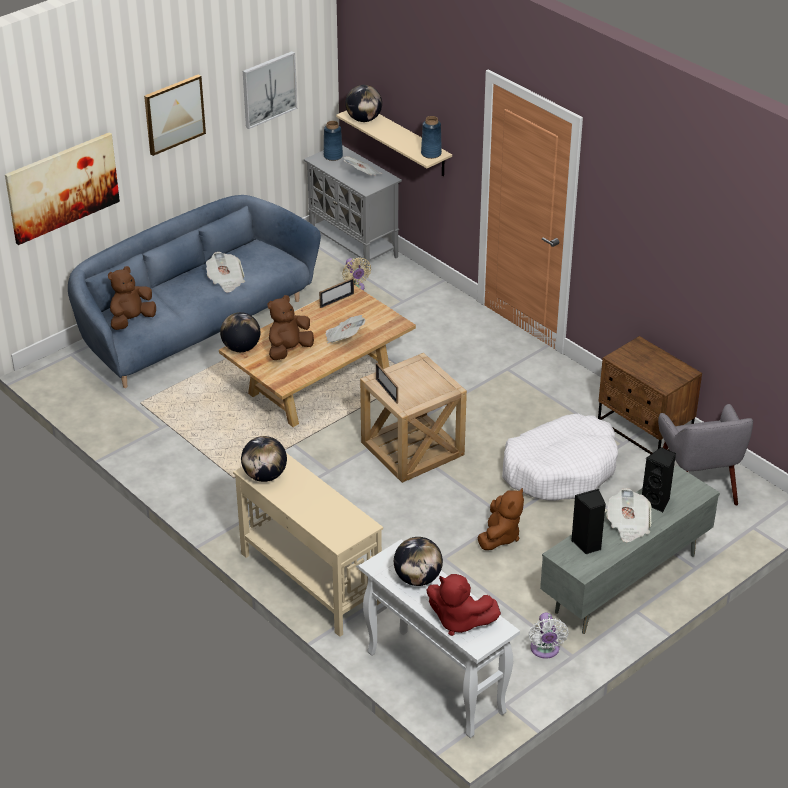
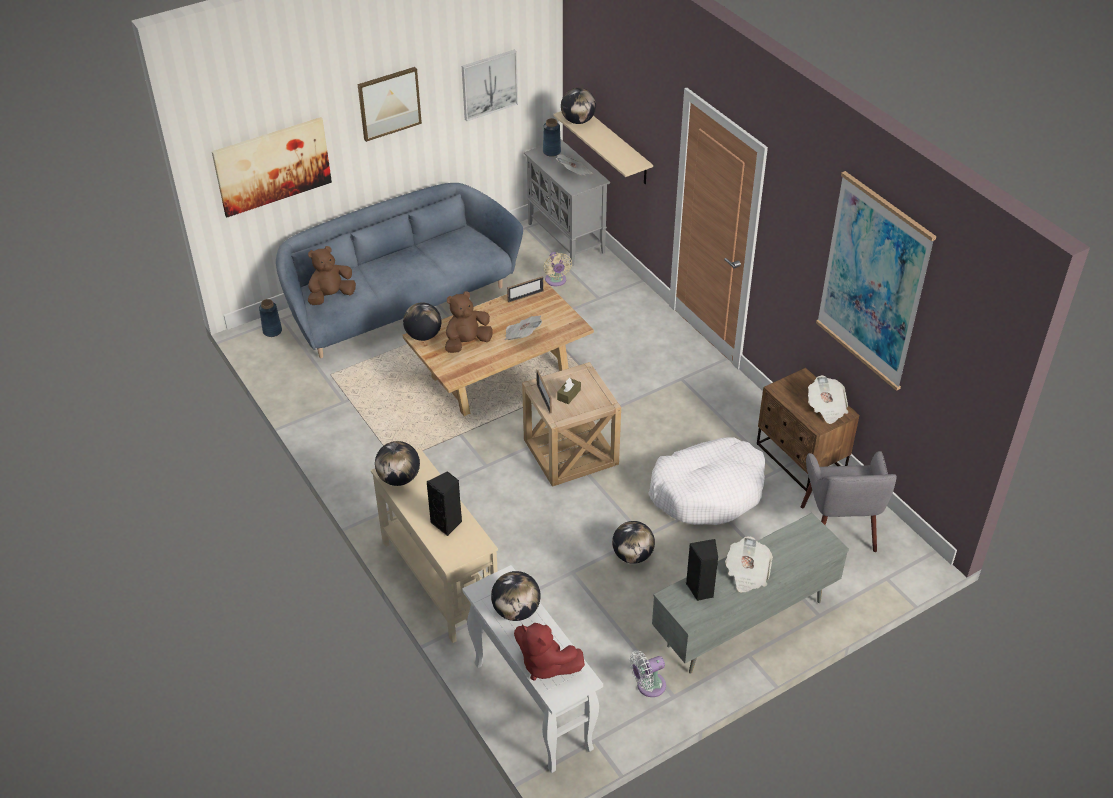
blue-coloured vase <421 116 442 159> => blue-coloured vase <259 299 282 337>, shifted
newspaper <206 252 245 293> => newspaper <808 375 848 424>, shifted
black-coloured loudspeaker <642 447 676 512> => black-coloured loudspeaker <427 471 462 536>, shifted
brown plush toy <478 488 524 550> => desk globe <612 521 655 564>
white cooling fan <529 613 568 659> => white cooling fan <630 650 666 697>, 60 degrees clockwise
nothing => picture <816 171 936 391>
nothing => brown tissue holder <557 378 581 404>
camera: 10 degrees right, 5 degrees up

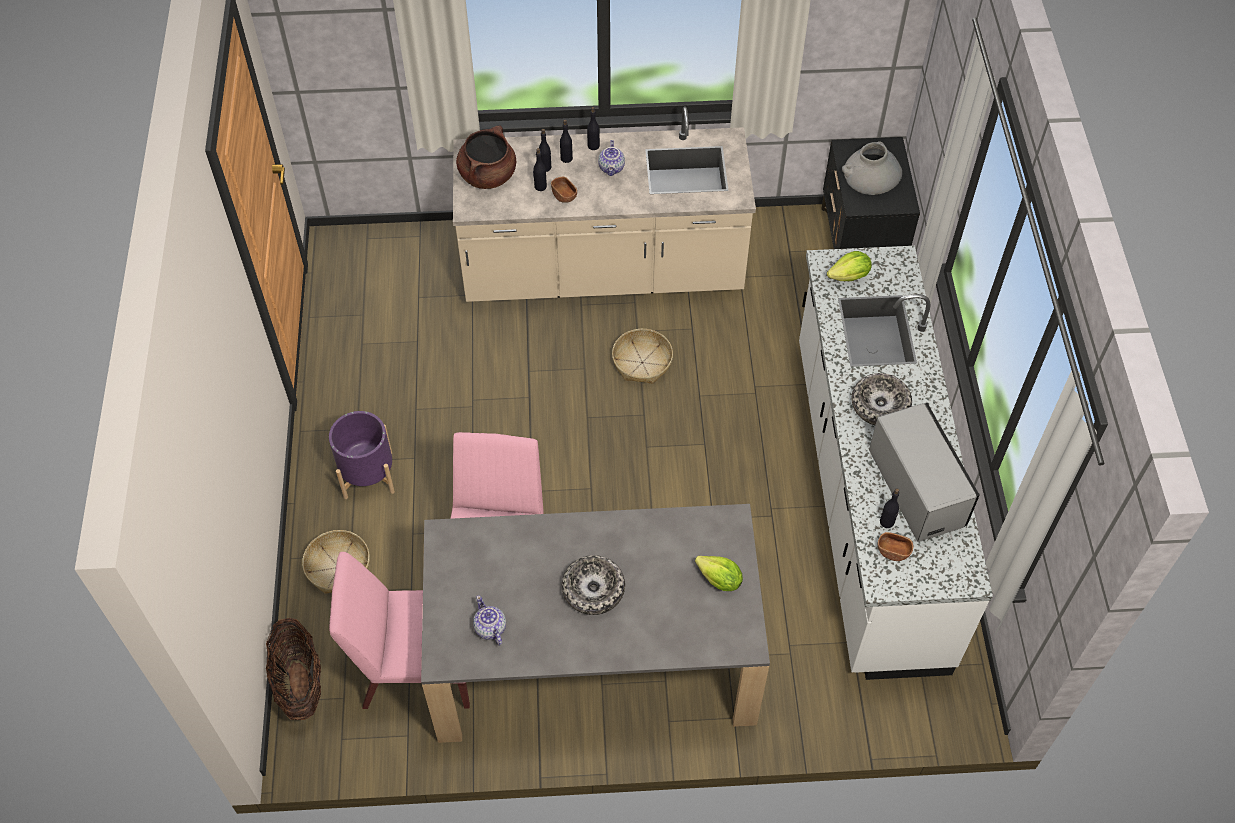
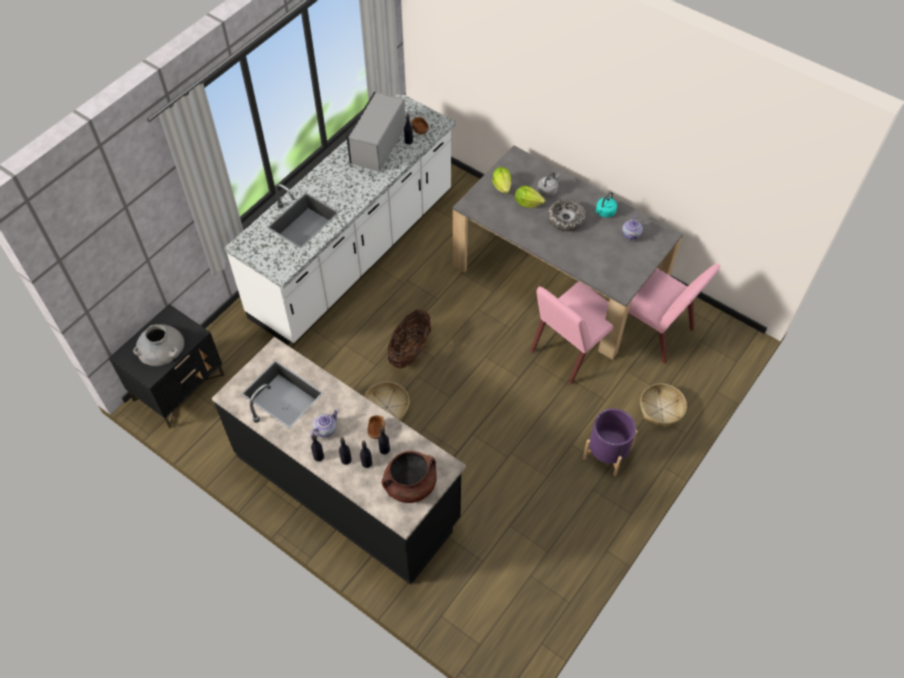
beige counter <453 107 756 302> => black-coloured counter <212 337 466 585>
lettuce head <827 251 872 281> => lettuce head <515 185 546 208>, shifted
deep dish <852 373 912 425> => nothing
storage basket <266 618 321 720> => storage basket <388 309 431 368>, shifted
nothing => greyish tea kettle <538 172 560 197>
nothing => blue-green tea kettle <596 192 617 218>
camera: 140 degrees left, 0 degrees up

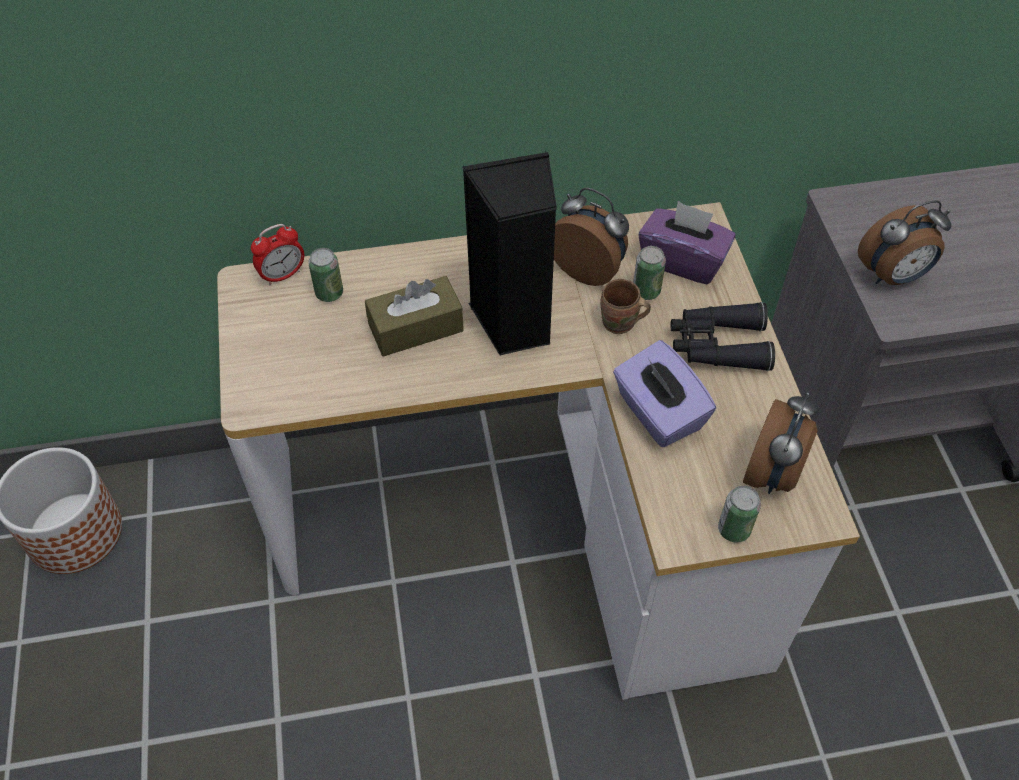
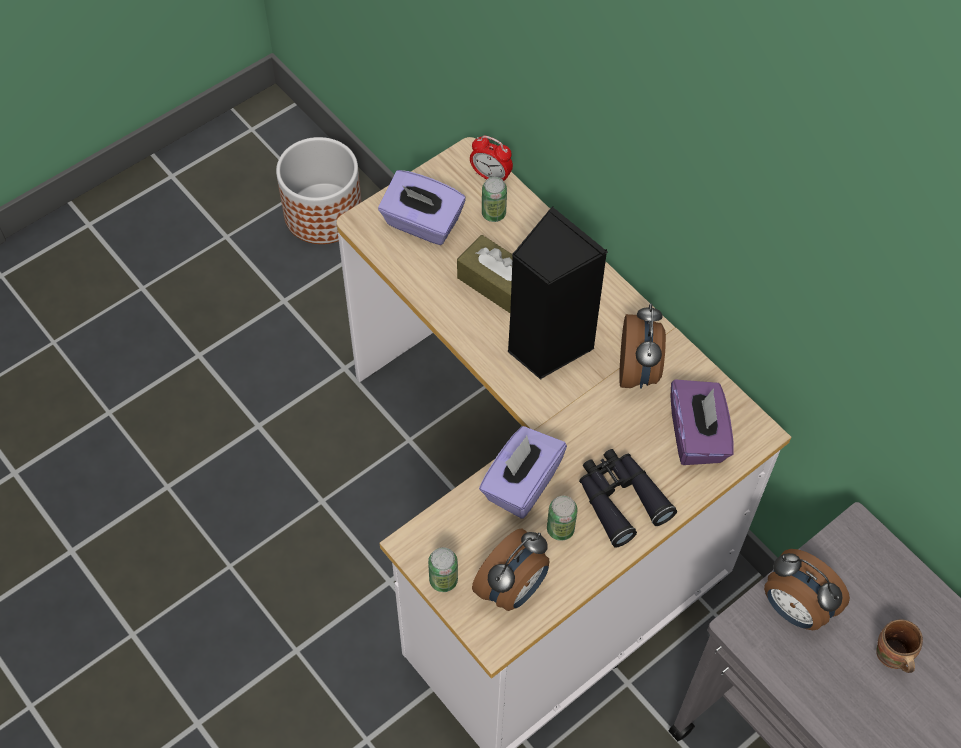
can <633 246 666 300> => can <547 496 578 541>, shifted
brown tea mug <600 279 651 334> => brown tea mug <876 619 923 673>, shifted
bedside clock <743 392 819 494> => bedside clock <472 528 550 611>, 45 degrees counterclockwise
nothing => purplish tissue holder <378 170 466 245>
camera: 60 degrees right, 5 degrees up

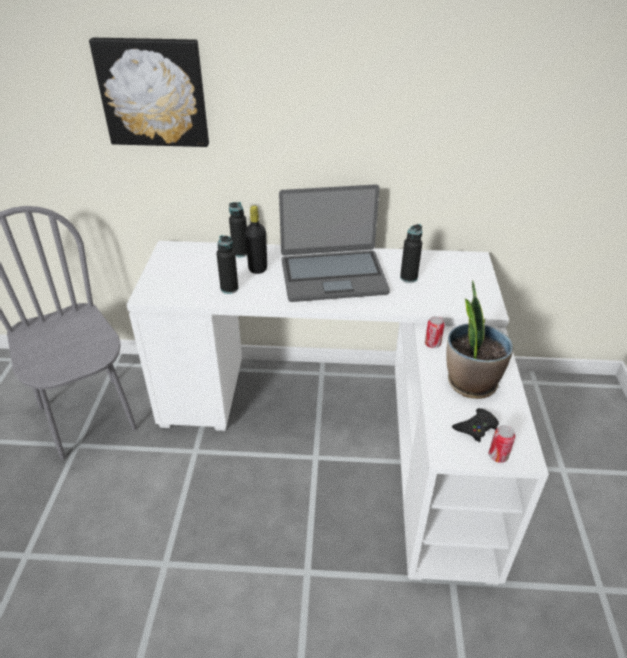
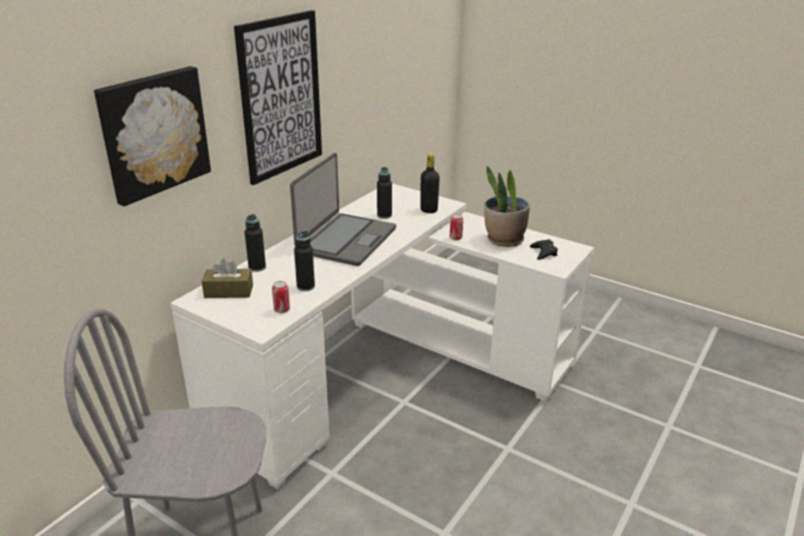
black-coloured drink bottle <245 206 267 274> => black-coloured drink bottle <420 154 440 213>, shifted
can <489 425 515 463> => can <272 281 290 313>, shifted
nothing => picture <234 10 322 185>
nothing => brown tissue holder <201 259 253 298>
camera: 60 degrees left, 10 degrees down

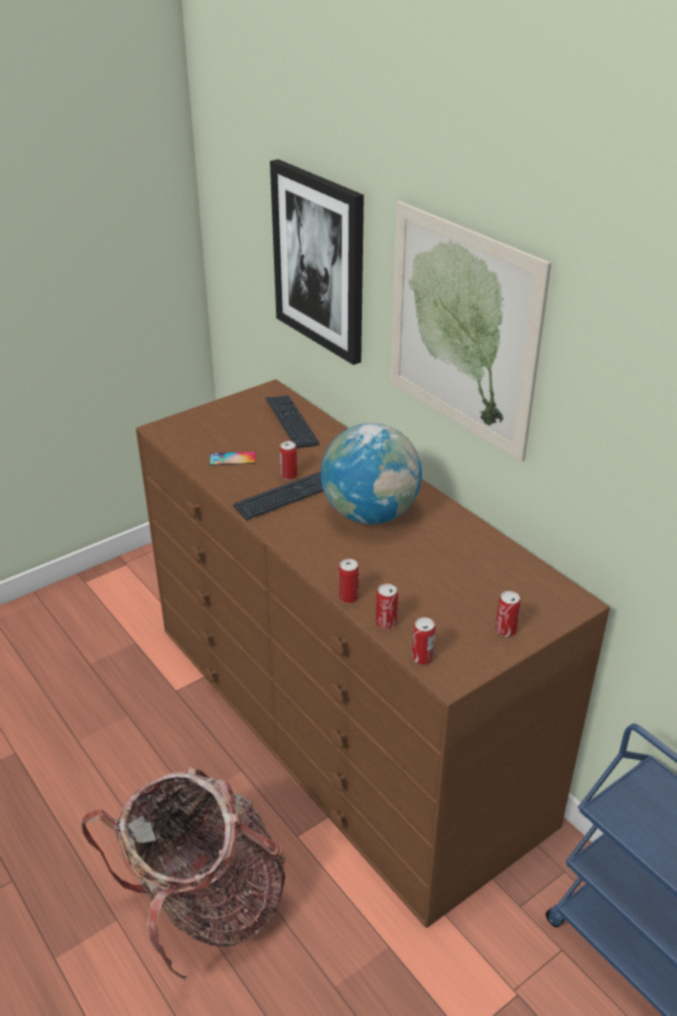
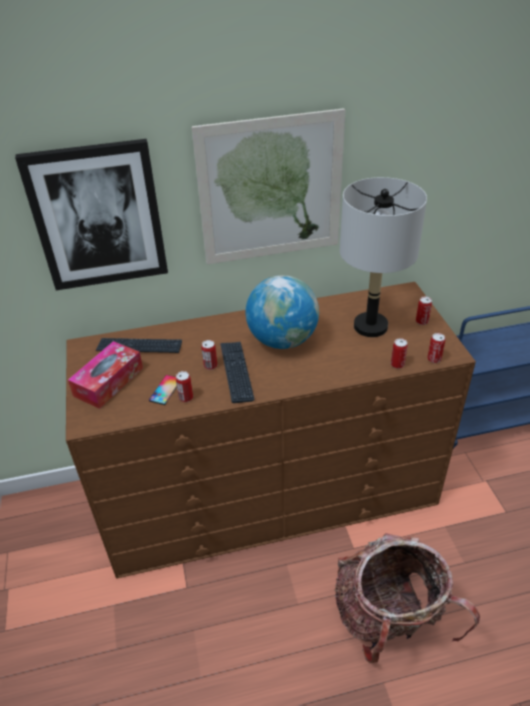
can <338 559 359 604> => can <176 371 193 402>, shifted
nothing => greyish lamp for a table <340 177 427 337>
nothing => tissue holder <68 341 143 409>
camera: 65 degrees left, 5 degrees up

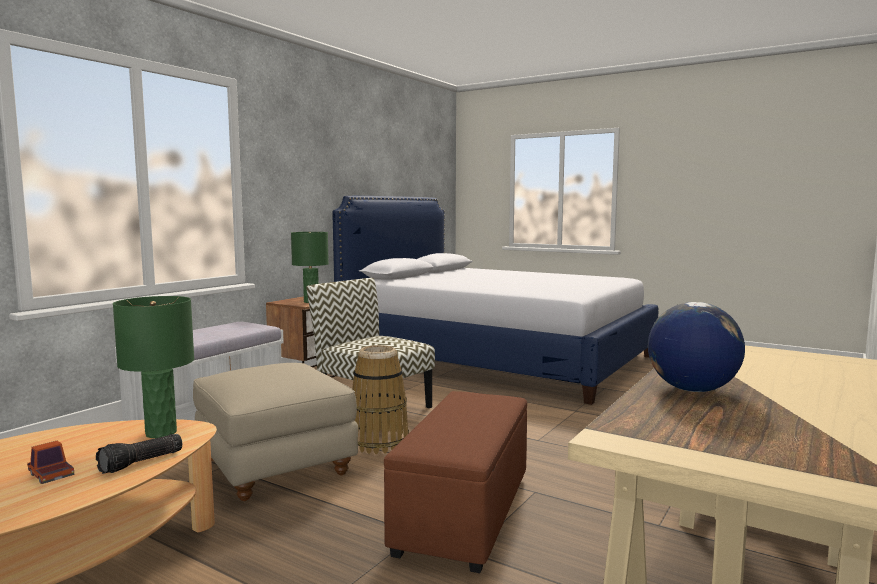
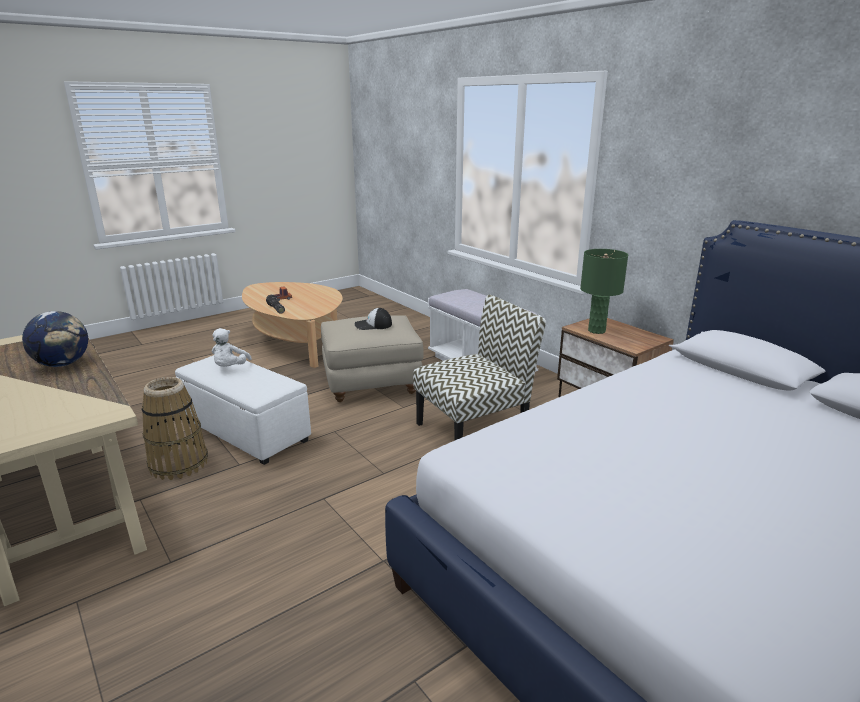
green lamp for a table <113 296 194 438> => nothing
storage basket <352 345 409 454> => storage basket <142 377 208 480>, shifted
brown pouffe <384 391 527 573> => white pouffe <175 355 311 465>
nothing => cap <355 308 392 330>
nothing => white plush toy <212 328 252 367>
camera: 110 degrees right, 15 degrees up

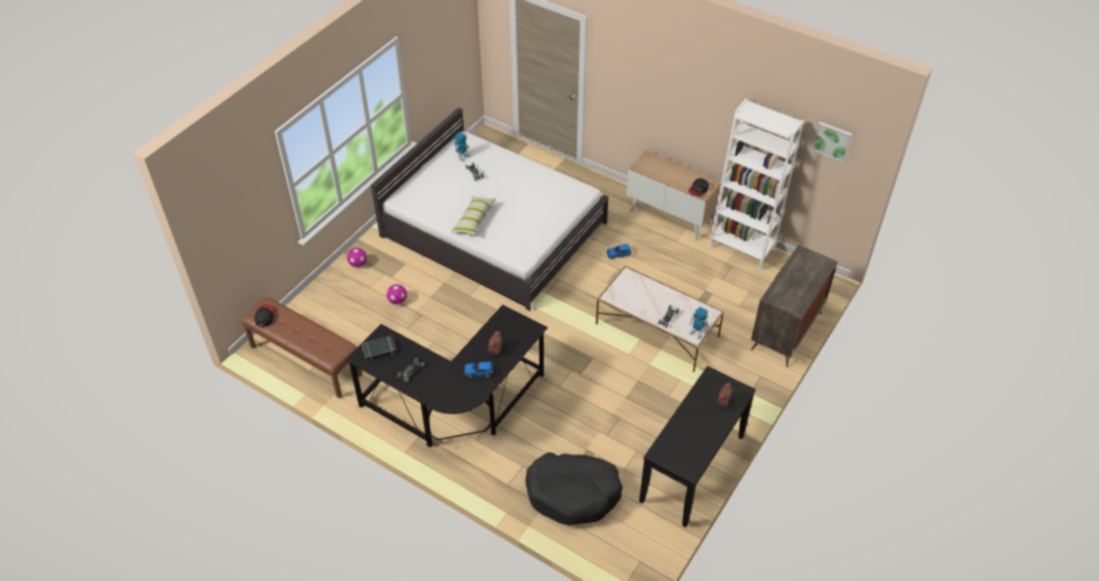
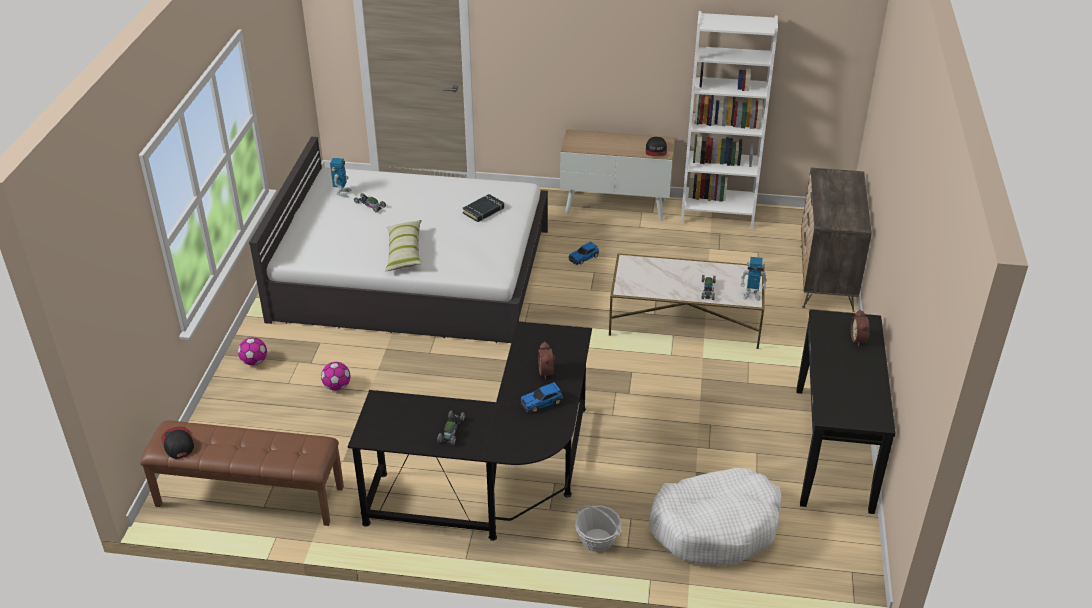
picture <812 122 852 162> => nothing
black-coloured volume <361 335 397 361> => black-coloured volume <463 194 504 222>, shifted
black-coloured pet bed <525 452 623 525> => white pet bed <648 468 781 566>
nothing => storage basket <575 505 622 552>
camera: 25 degrees left, 10 degrees down

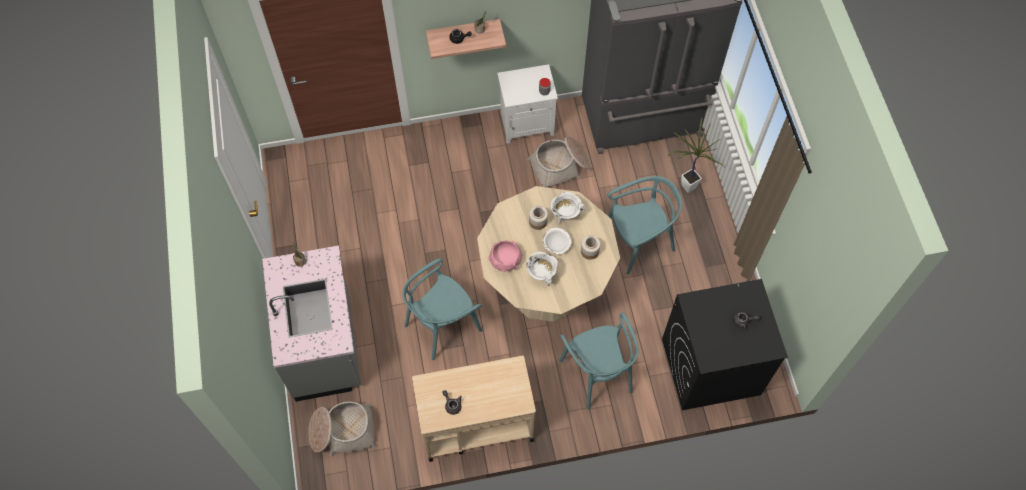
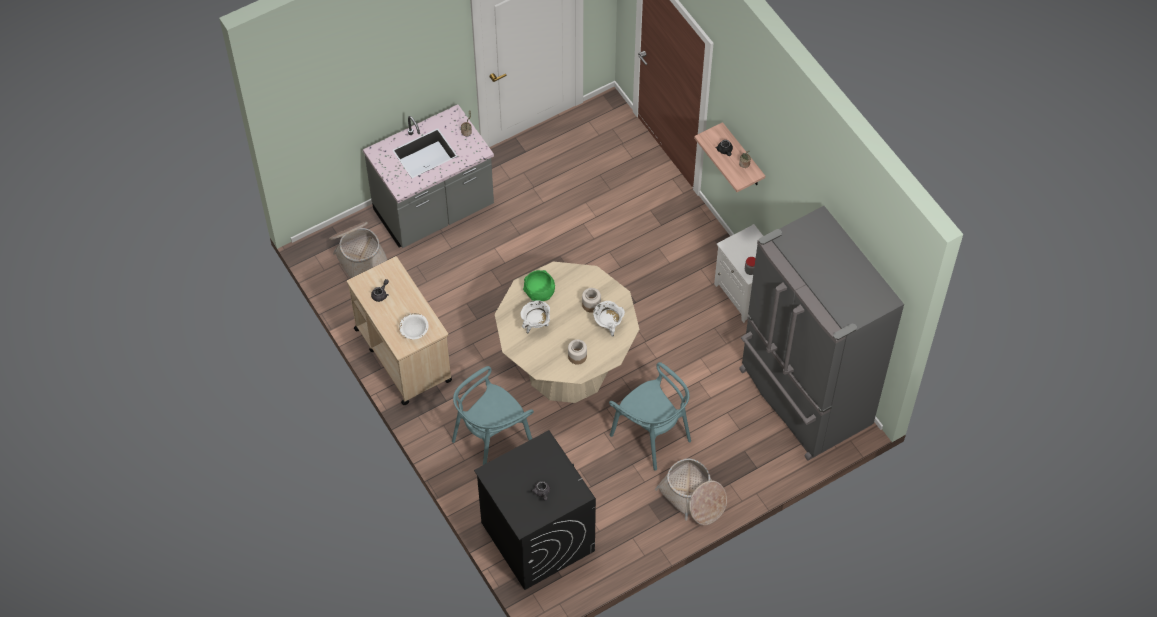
houseplant <668 117 726 193> => nothing
storage basket <527 136 591 187> => storage basket <655 458 727 525>, shifted
white deep dish <542 228 571 254> => white deep dish <399 313 429 339>, shifted
pink-coloured deep dish <488 241 523 272> => green deep dish <523 270 555 301>
blue-green upright chair <402 258 482 360> => nothing
camera: 70 degrees right, 5 degrees down

